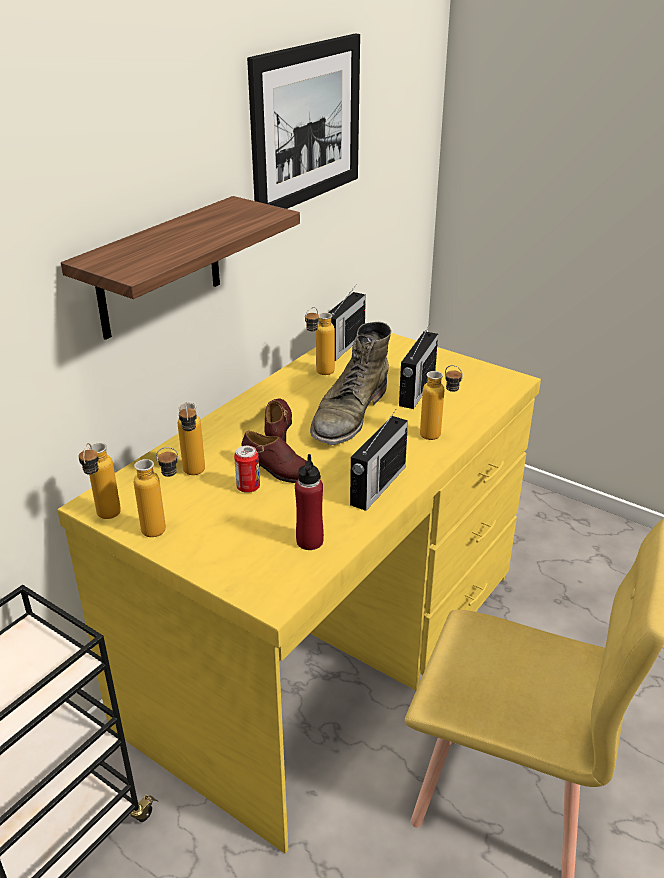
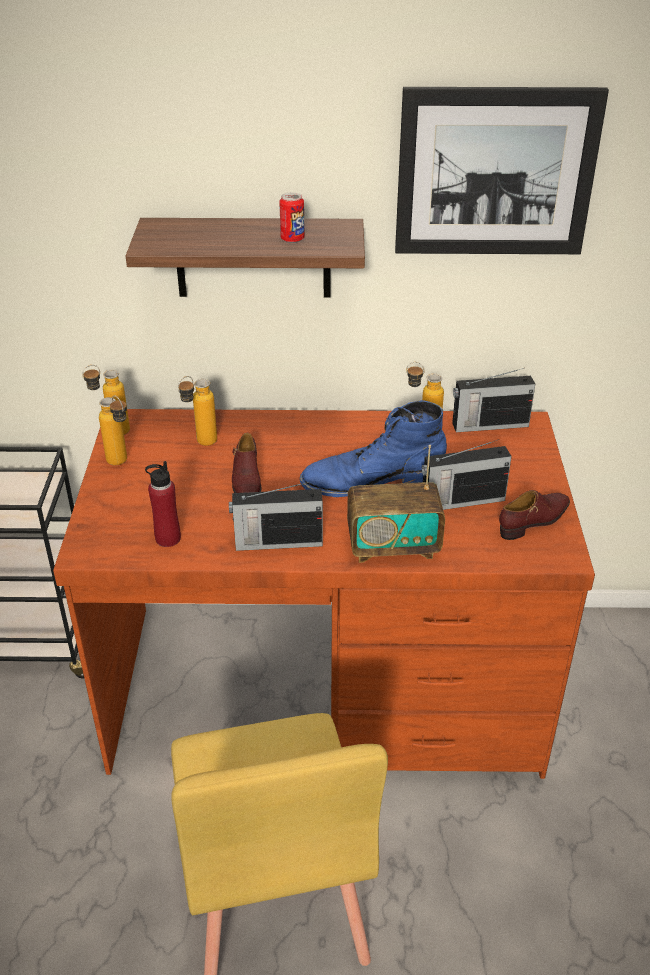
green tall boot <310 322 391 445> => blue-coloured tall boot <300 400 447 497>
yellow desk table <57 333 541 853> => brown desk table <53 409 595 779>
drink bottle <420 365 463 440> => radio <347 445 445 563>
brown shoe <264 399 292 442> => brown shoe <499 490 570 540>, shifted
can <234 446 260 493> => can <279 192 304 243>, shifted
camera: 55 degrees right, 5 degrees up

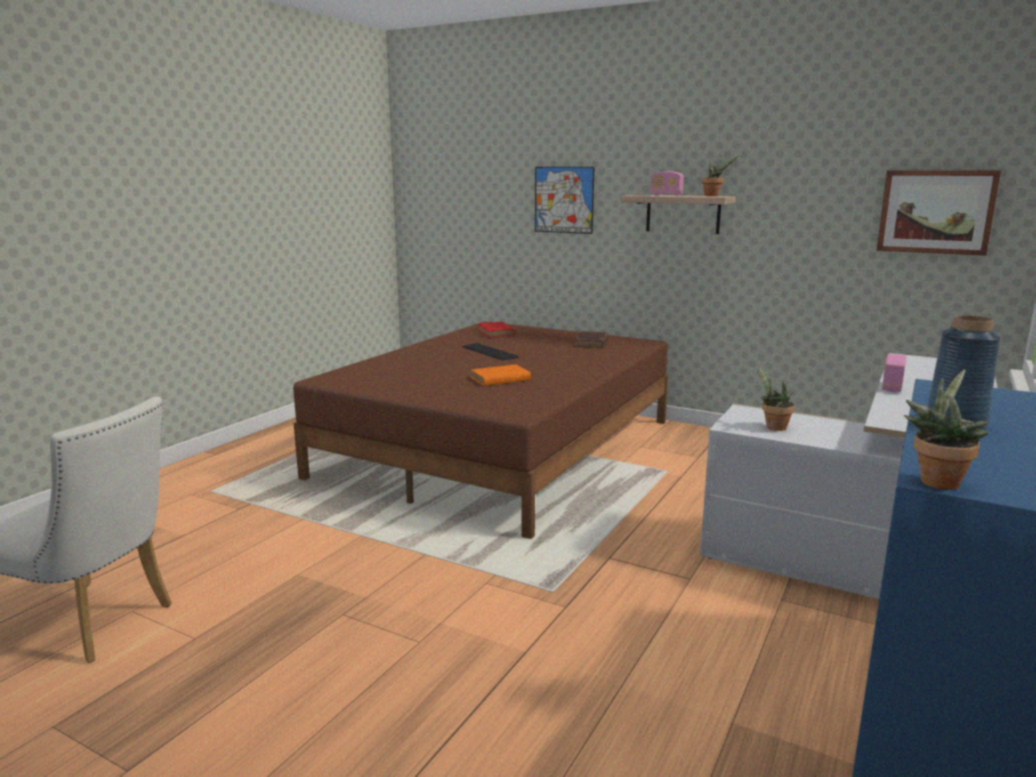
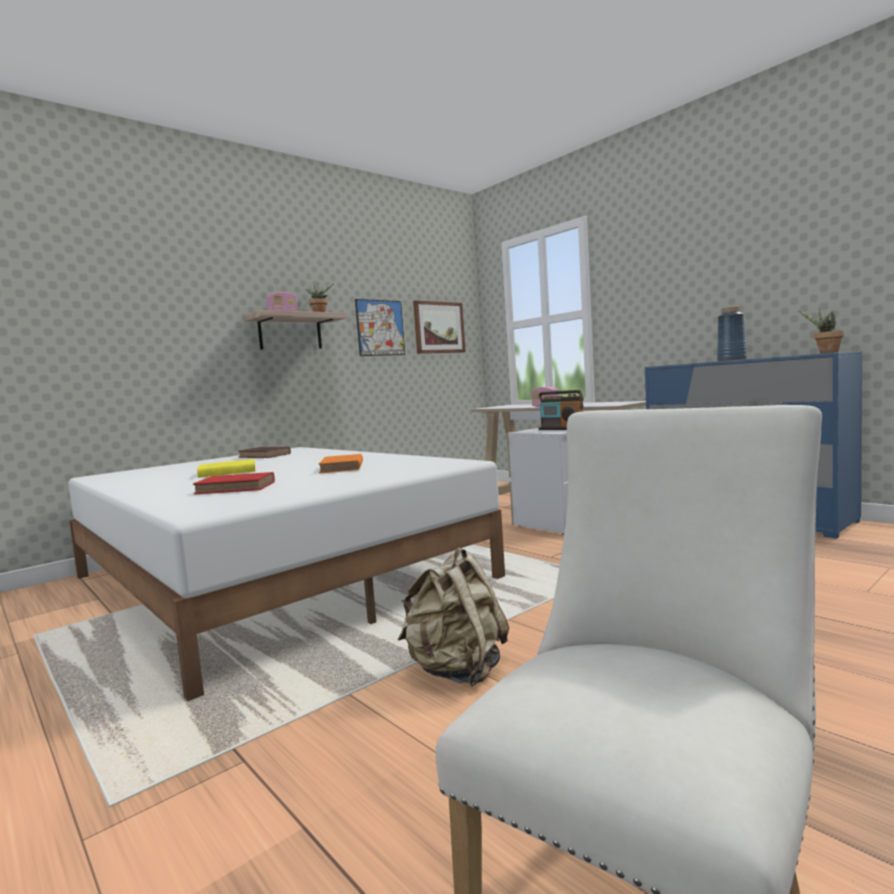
picture <535 167 594 234> => picture <355 299 405 356>, shifted
brown bed <293 321 668 539> => white bed <68 447 505 701>
reddish volume <478 322 515 337> => reddish volume <193 472 275 494>, shifted
computer keyboard <461 343 519 361> => yellow volume <197 459 256 478>
houseplant <758 365 795 431> => radio <539 390 584 430>
nothing => beige knapsack <398 547 509 687>
camera: 70 degrees left, 10 degrees down

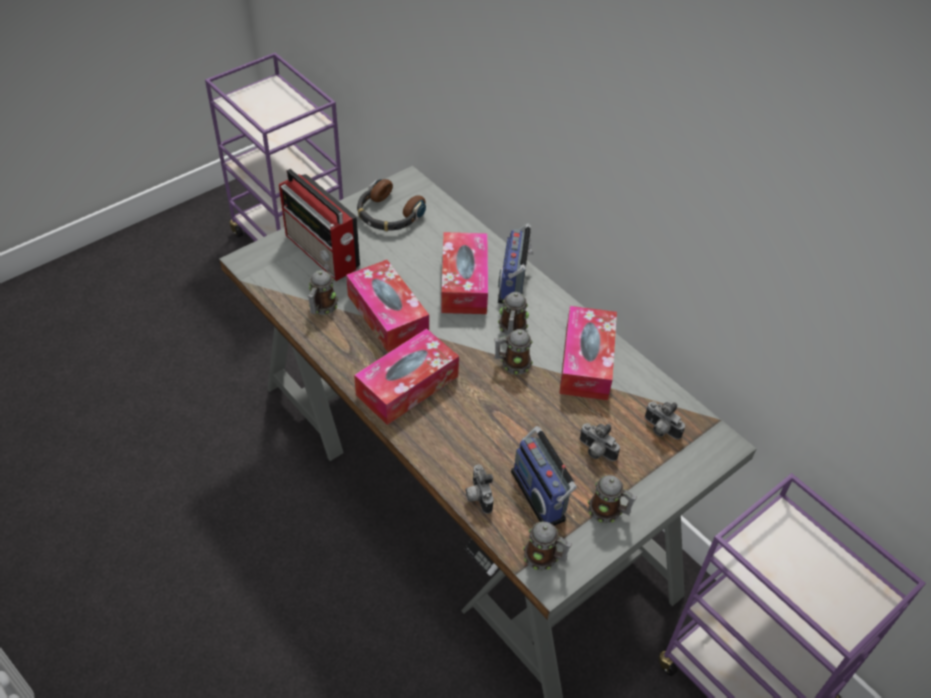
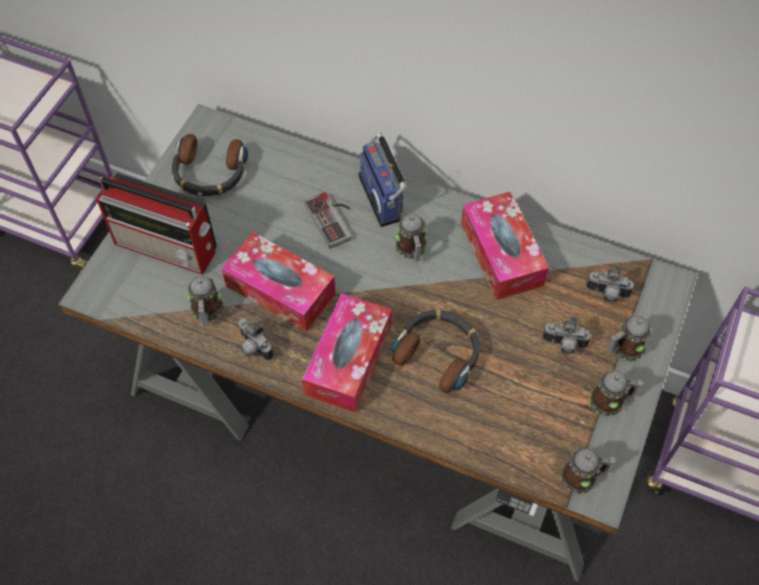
tissue holder <441 232 488 314> => game controller <304 192 352 249>
tea mug <495 329 533 375> => tea mug <606 316 651 361>, shifted
radio <511 426 577 526> => nothing
photo camera <465 464 494 514> => photo camera <238 318 273 361>, shifted
nothing => headphones <392 309 480 393>
camera: 25 degrees left, 10 degrees up

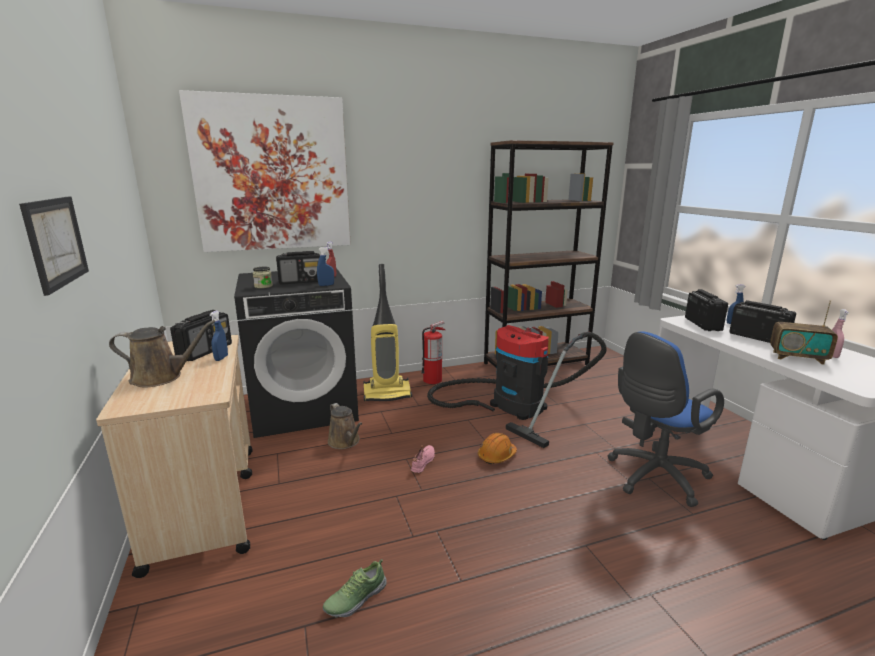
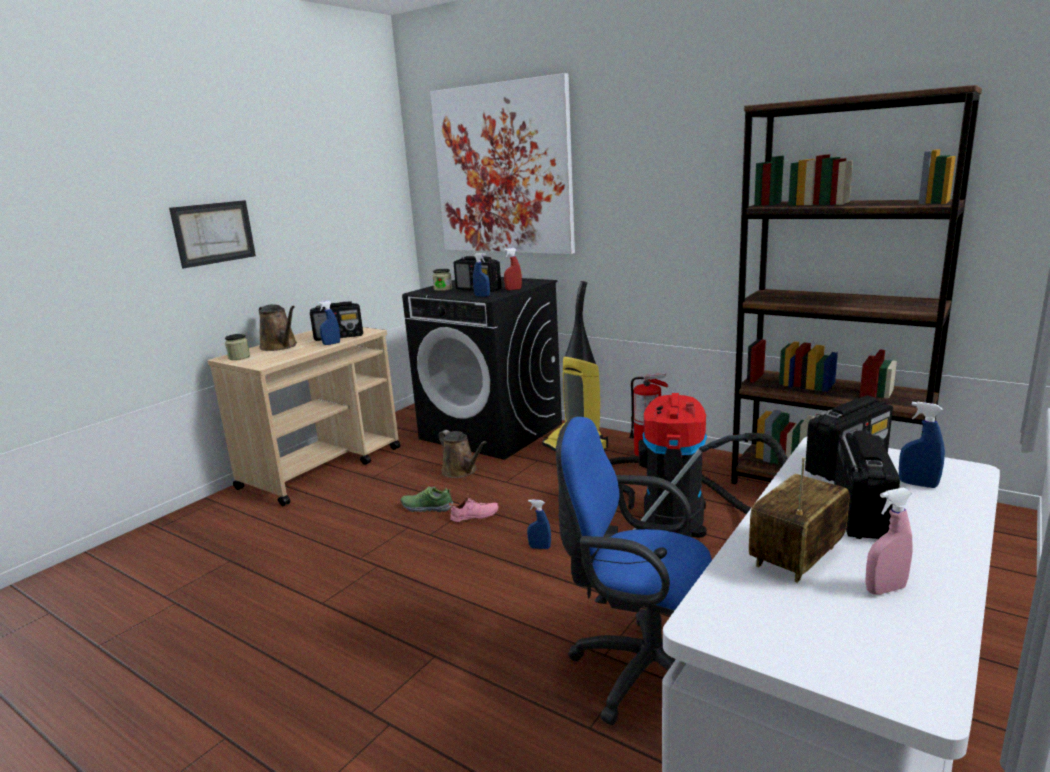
radio <770 300 838 364> => radio <749 457 849 583>, 60 degrees clockwise
brown watering can <328 403 362 449> => brown watering can <439 430 487 478>, 60 degrees counterclockwise
orangey work helmet <478 433 517 465> => blue-coloured sprayer <527 499 551 549>
shoe <323 559 387 618> => shoe <401 486 453 512>, shifted
nothing => preserve jar <225 334 250 360>
camera: 55 degrees right, 0 degrees up

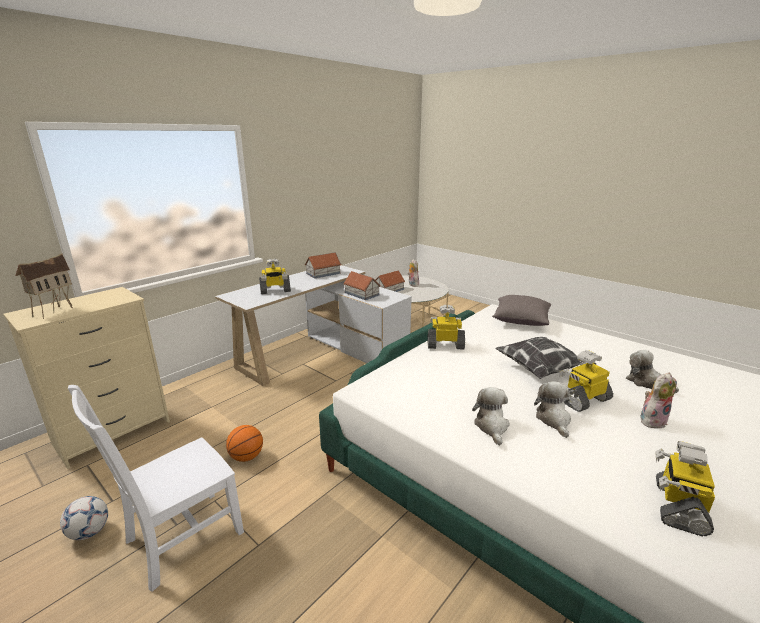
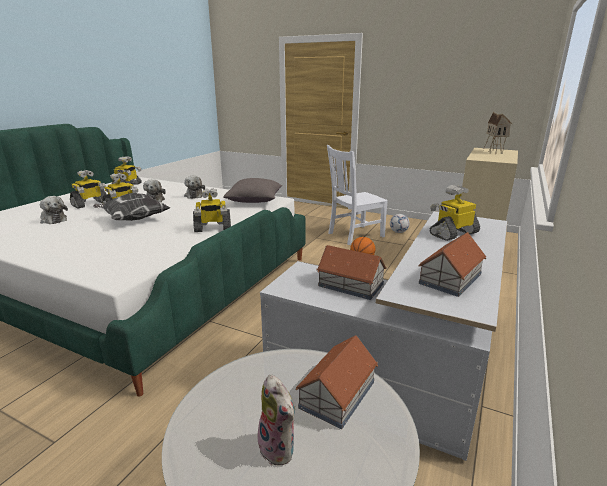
greyish throw pillow <492 295 551 326> => greyish throw pillow <223 178 282 203>, shifted
plush toy <641 372 677 428> => toy robot <70 170 107 209>
white upright chair <68 385 244 592> => white upright chair <327 145 388 245>, 150 degrees counterclockwise
camera: 165 degrees right, 0 degrees up

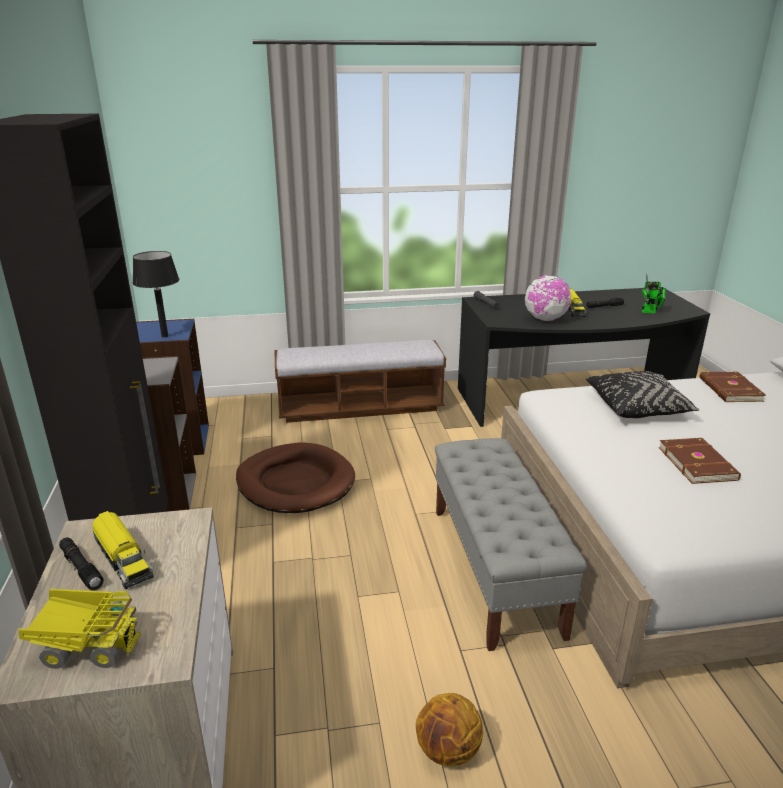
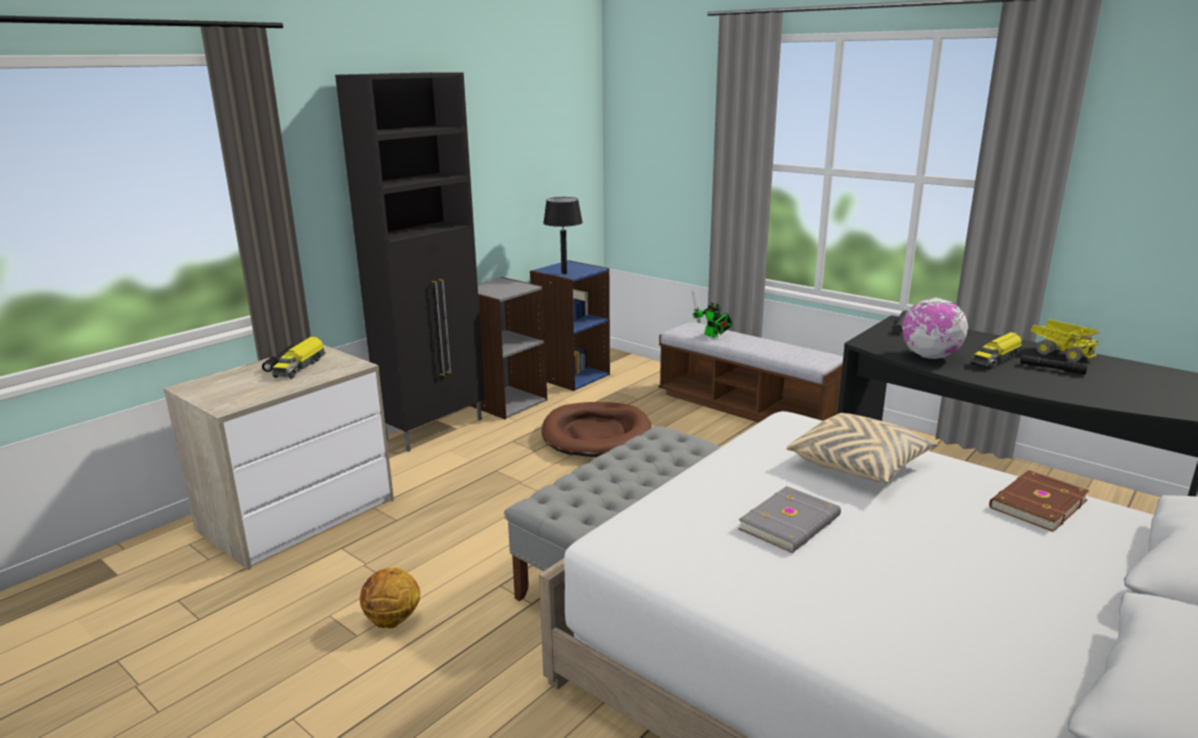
toy robot <642 274 666 313> => toy robot <692 291 733 338>, shifted
black-coloured throw pillow <586 371 700 418> => beige throw pillow <786 413 938 483>
brown volume <658 438 741 484> => greyish volume <738 486 841 553>
toy truck <19 589 142 669> => toy truck <1031 319 1100 362>, shifted
camera: 50 degrees right, 5 degrees down

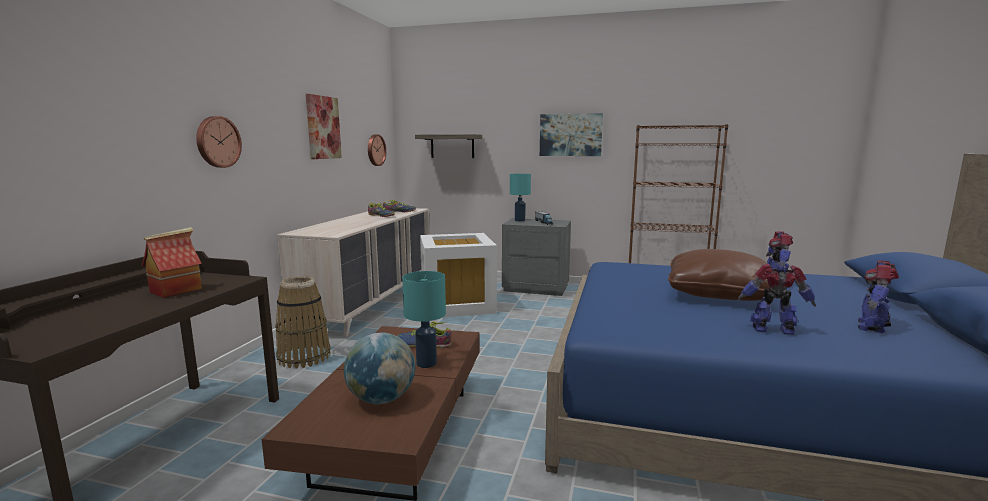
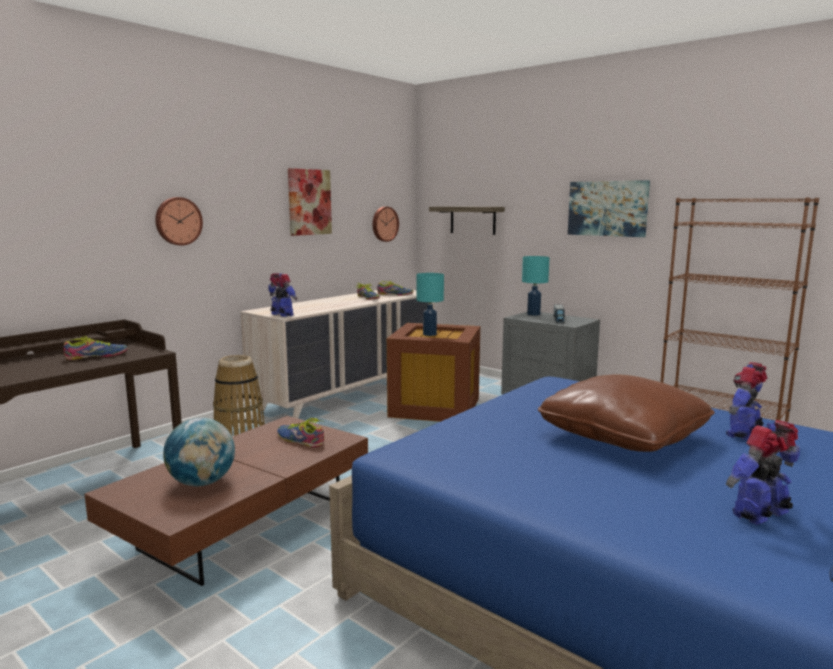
toy house <142 227 202 298> => shoe <63 336 128 360>
white storage box <420 233 497 318> => brown storage box <387 323 480 422>
toy robot <738 264 816 335> => toy robot <268 273 297 317>, shifted
blue-green lamp for a table <402 271 446 368> => blue-green lamp for a table <416 273 444 336>, shifted
camera: 25 degrees right, 0 degrees up

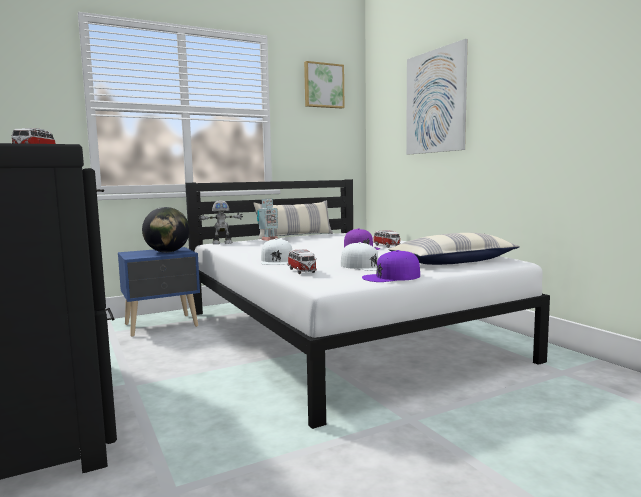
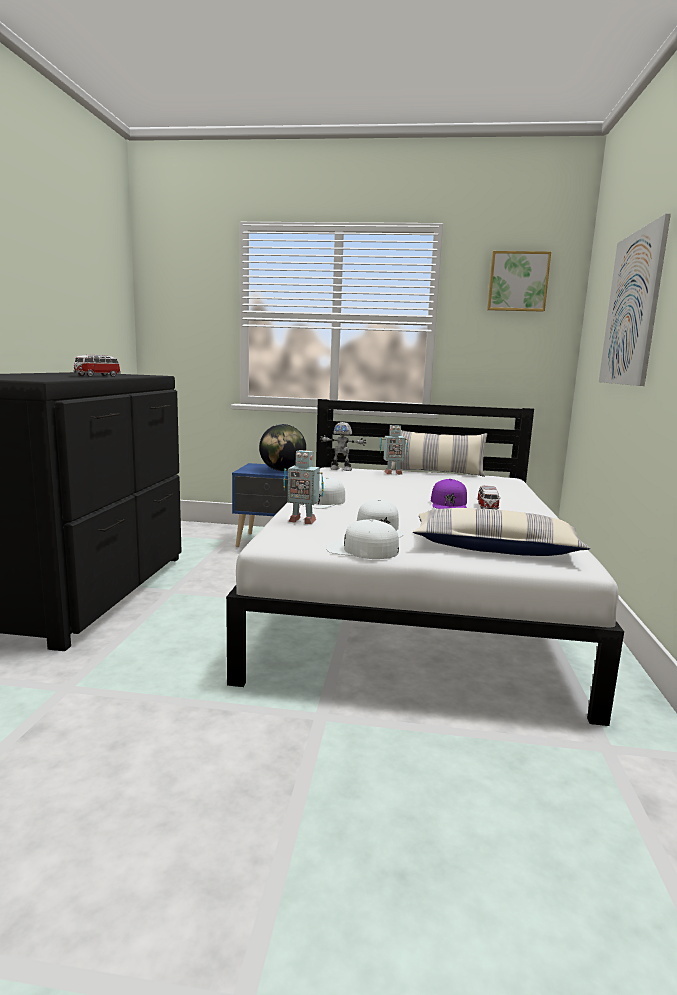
toy car <287 249 317 274> => toy robot <283 450 324 524>
purplish cap <362 250 420 282> => white cap <326 519 399 559>
camera: 35 degrees right, 5 degrees up

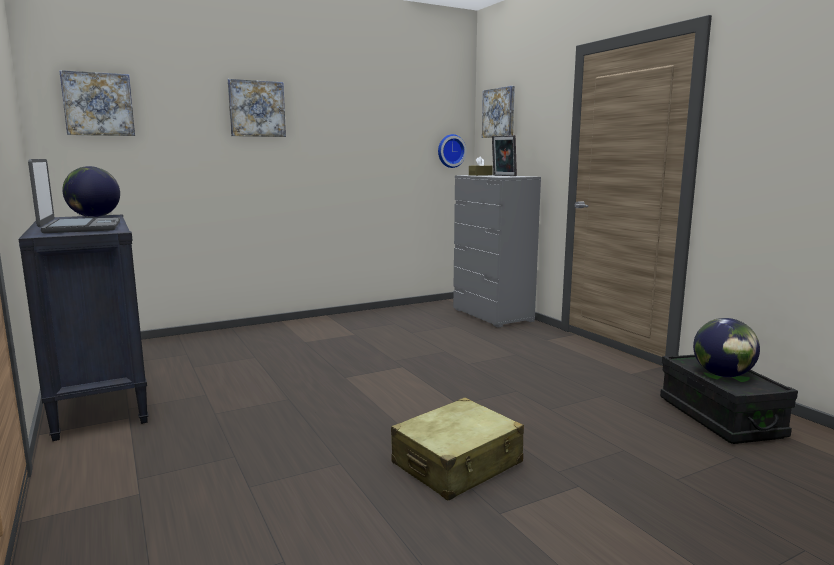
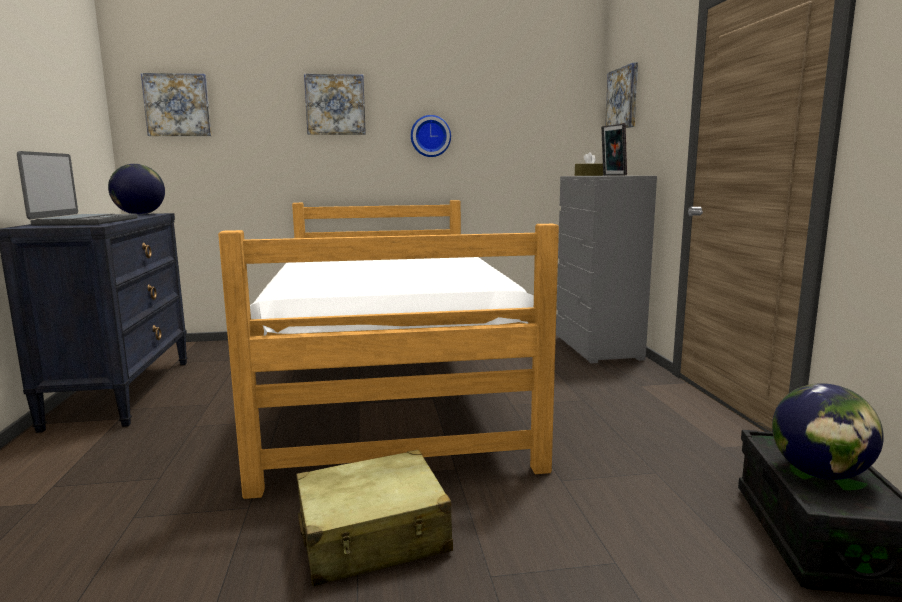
wall clock <438 134 467 168> => wall clock <411 115 451 157>, shifted
nothing => bed <218 200 559 499>
camera: 20 degrees right, 0 degrees up

